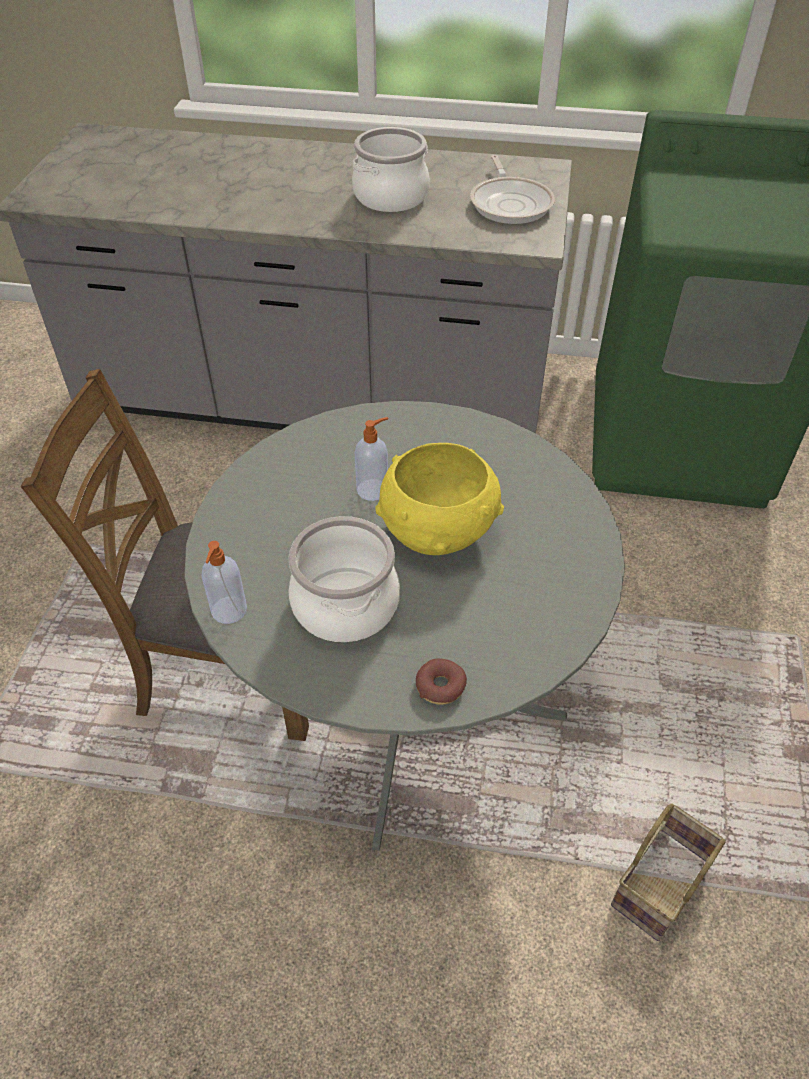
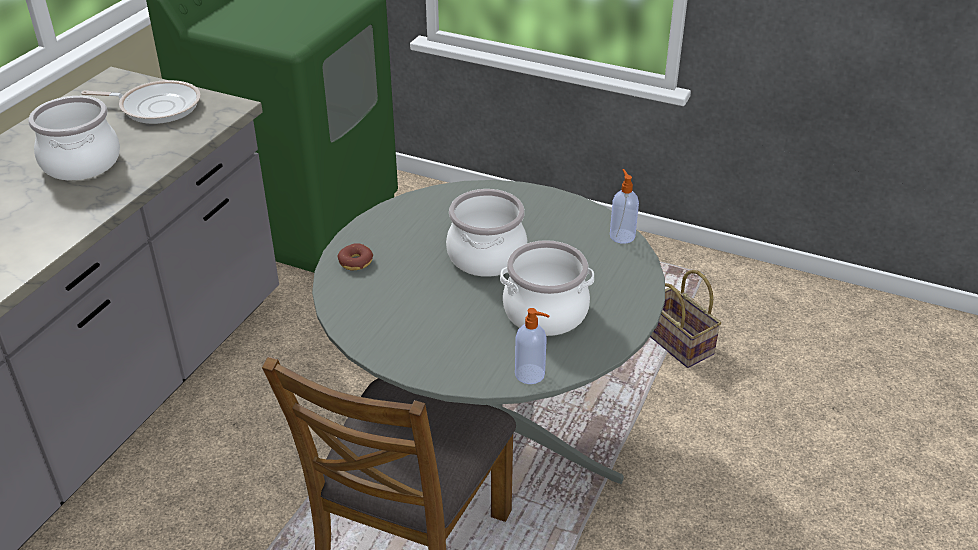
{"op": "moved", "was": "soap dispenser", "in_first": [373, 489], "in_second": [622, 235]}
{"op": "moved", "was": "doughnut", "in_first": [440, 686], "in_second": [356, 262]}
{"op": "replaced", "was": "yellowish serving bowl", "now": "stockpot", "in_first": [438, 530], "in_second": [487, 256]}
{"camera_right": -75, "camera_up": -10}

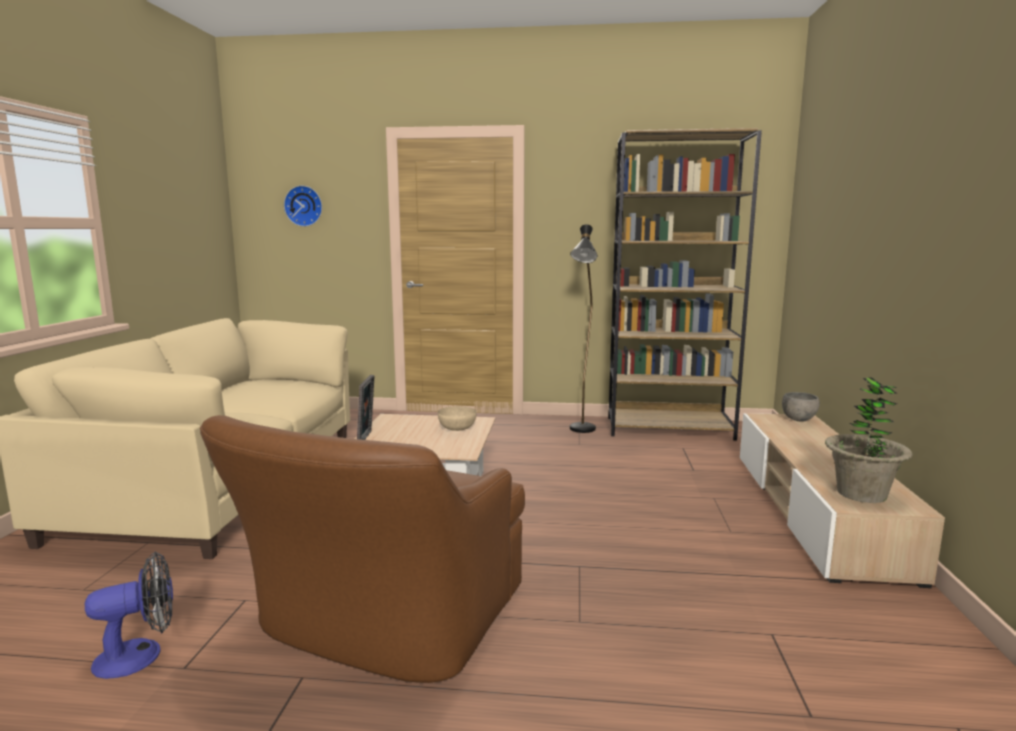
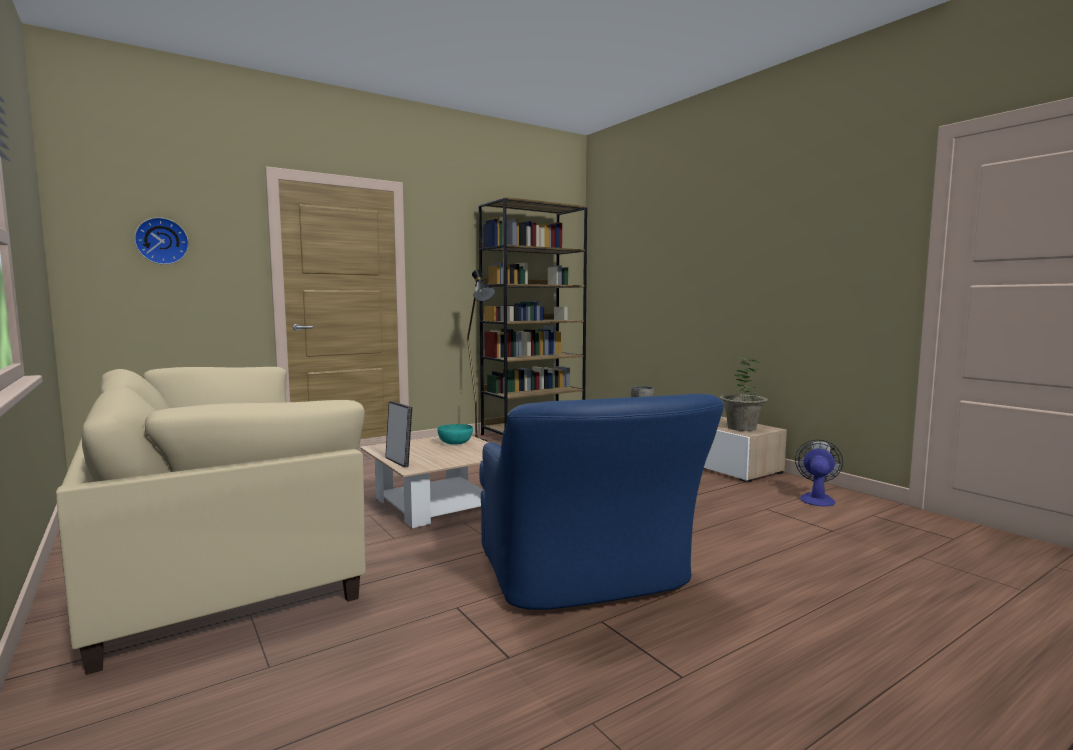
{"op": "moved", "was": "electric fan", "in_first": [140, 655], "in_second": [817, 498]}
{"op": "recoloured", "was": "brownish armchair", "now": "blue-coloured armchair", "in_first": [382, 623], "in_second": [586, 577]}
{"op": "recoloured", "was": "beige-coloured serving bowl", "now": "turquoise-coloured serving bowl", "in_first": [456, 428], "in_second": [455, 443]}
{"camera_right": -40, "camera_up": -5}

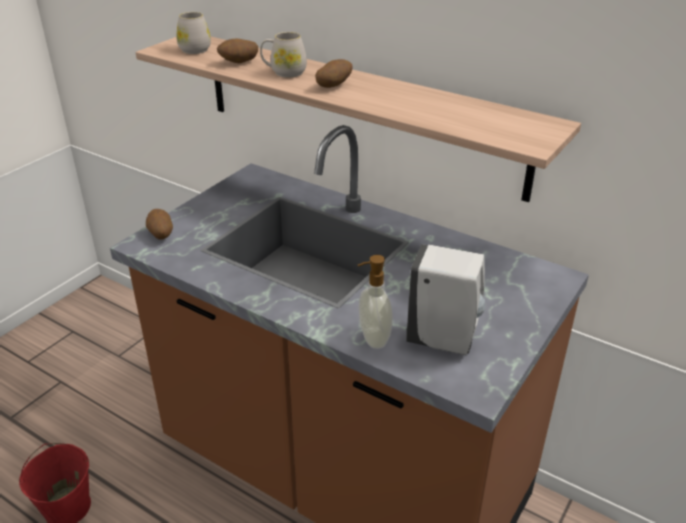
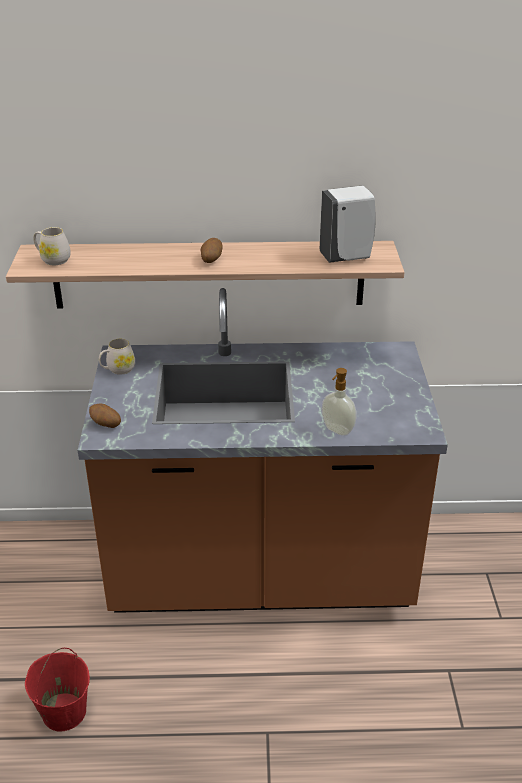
{"op": "removed", "was": "whole potato", "in_first": [239, 63]}
{"op": "moved", "was": "white tea mug", "in_first": [284, 72], "in_second": [118, 369]}
{"op": "moved", "was": "white soap dispenser", "in_first": [444, 341], "in_second": [347, 257]}
{"camera_right": -35, "camera_up": 0}

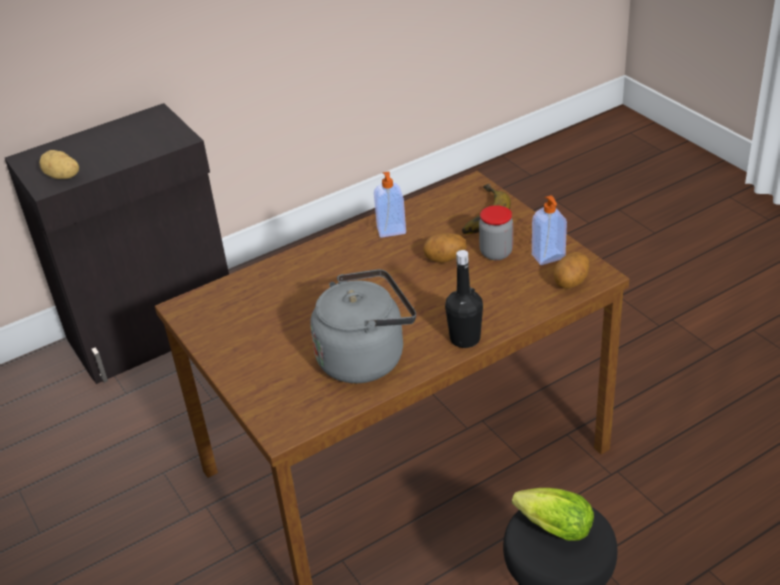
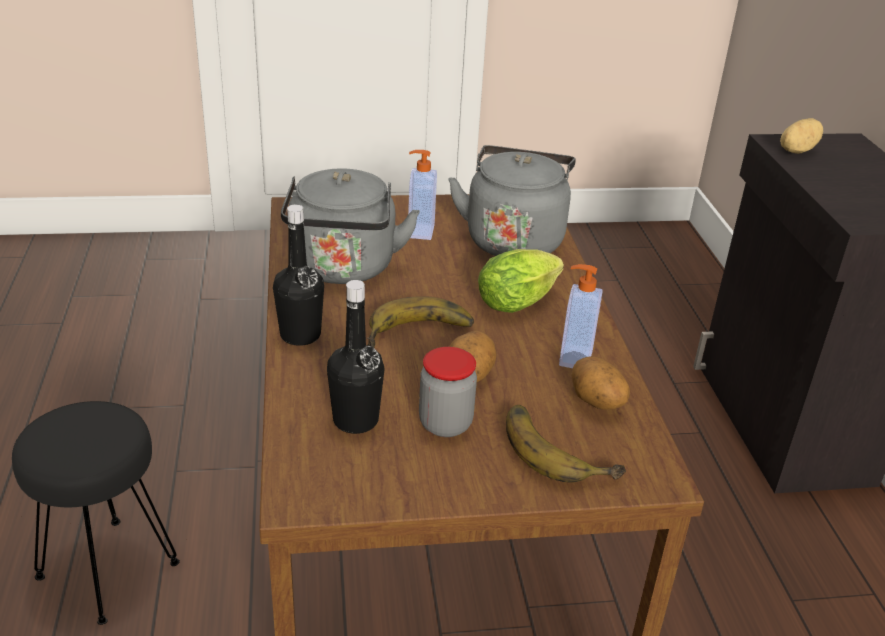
{"op": "added", "now": "black bottle", "in_second": [355, 420]}
{"op": "added", "now": "banana fruit", "in_second": [420, 336]}
{"op": "added", "now": "grey tea kettle", "in_second": [514, 239]}
{"op": "moved", "was": "head of lettuce", "in_first": [550, 527], "in_second": [520, 301]}
{"op": "moved", "was": "soap dispenser", "in_first": [548, 257], "in_second": [419, 231]}
{"op": "moved", "was": "whole potato", "in_first": [571, 282], "in_second": [595, 403]}
{"camera_right": 110, "camera_up": -5}

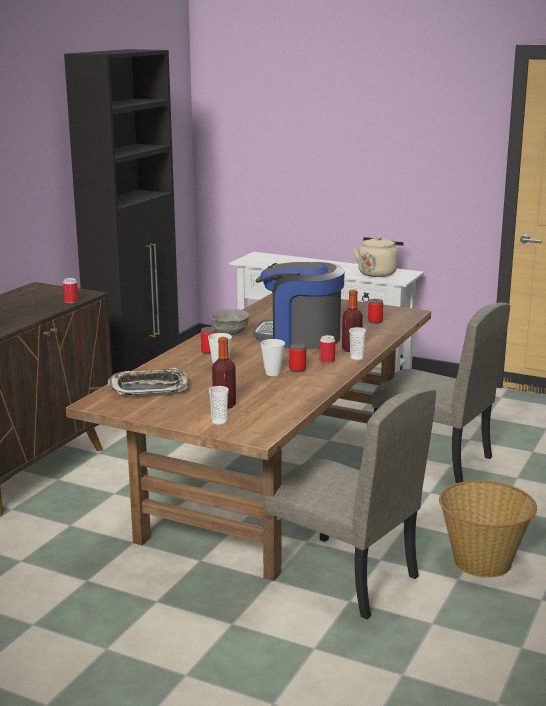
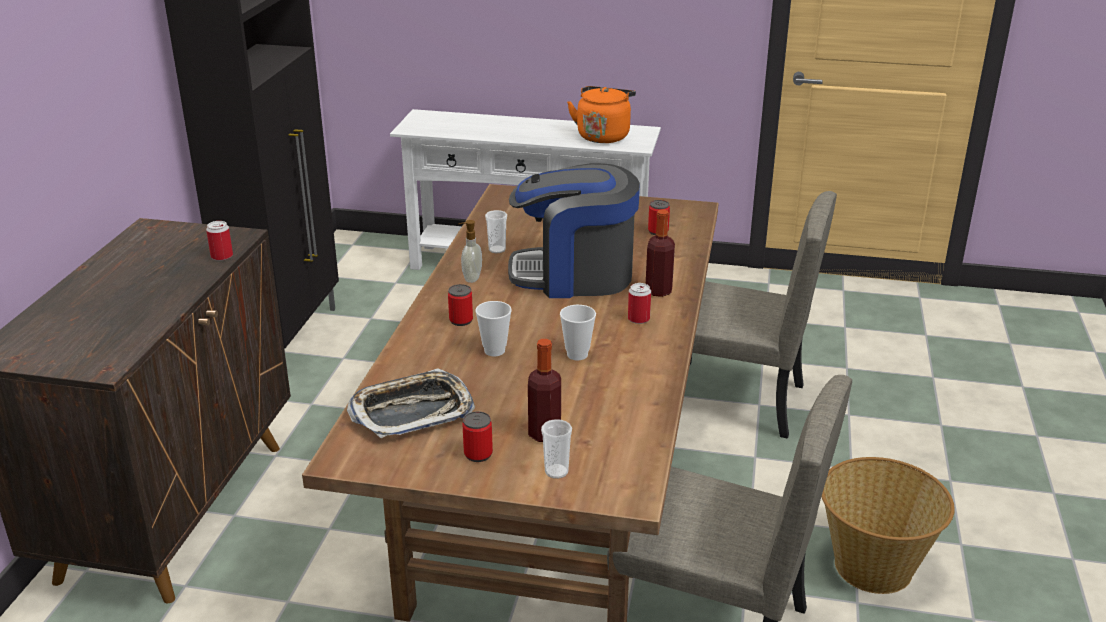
{"op": "moved", "was": "metal can", "in_first": [297, 369], "in_second": [478, 454]}
{"op": "moved", "was": "cup", "in_first": [356, 358], "in_second": [497, 250]}
{"op": "replaced", "was": "grey serving bowl", "now": "soap dispenser", "in_first": [230, 333], "in_second": [471, 278]}
{"op": "recoloured", "was": "beige-coloured tea kettle", "now": "orange-coloured tea kettle", "in_first": [378, 273], "in_second": [603, 135]}
{"camera_right": -15, "camera_up": 10}

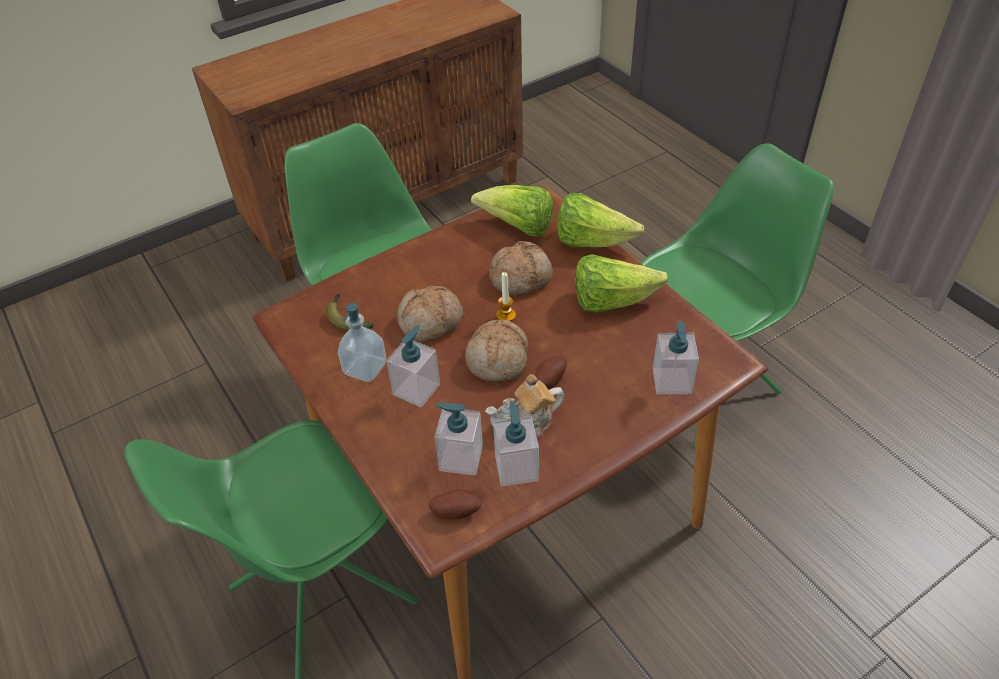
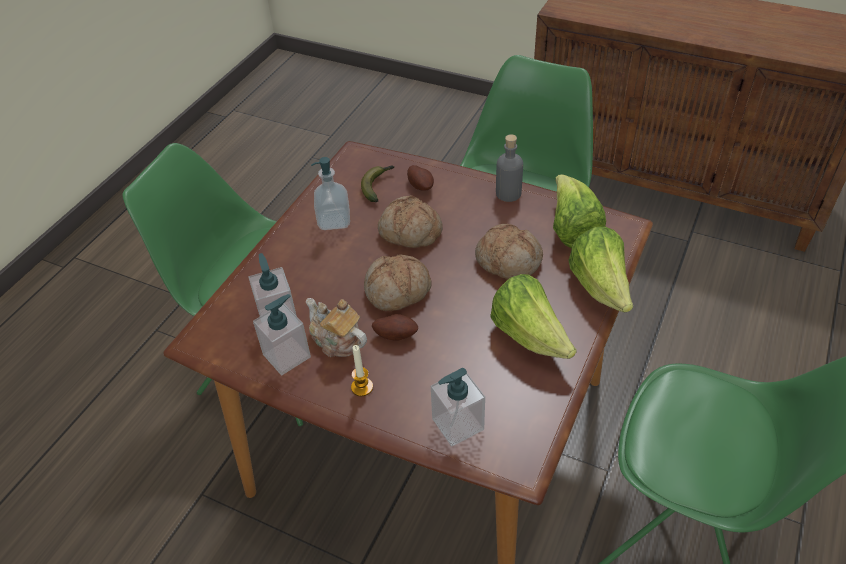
{"op": "removed", "was": "soap dispenser", "in_first": [416, 389]}
{"op": "added", "now": "grey bottle", "in_second": [508, 193]}
{"op": "moved", "was": "whole potato", "in_first": [456, 511], "in_second": [421, 186]}
{"op": "moved", "was": "wax candle", "in_first": [506, 315], "in_second": [362, 387]}
{"camera_right": 60, "camera_up": 0}

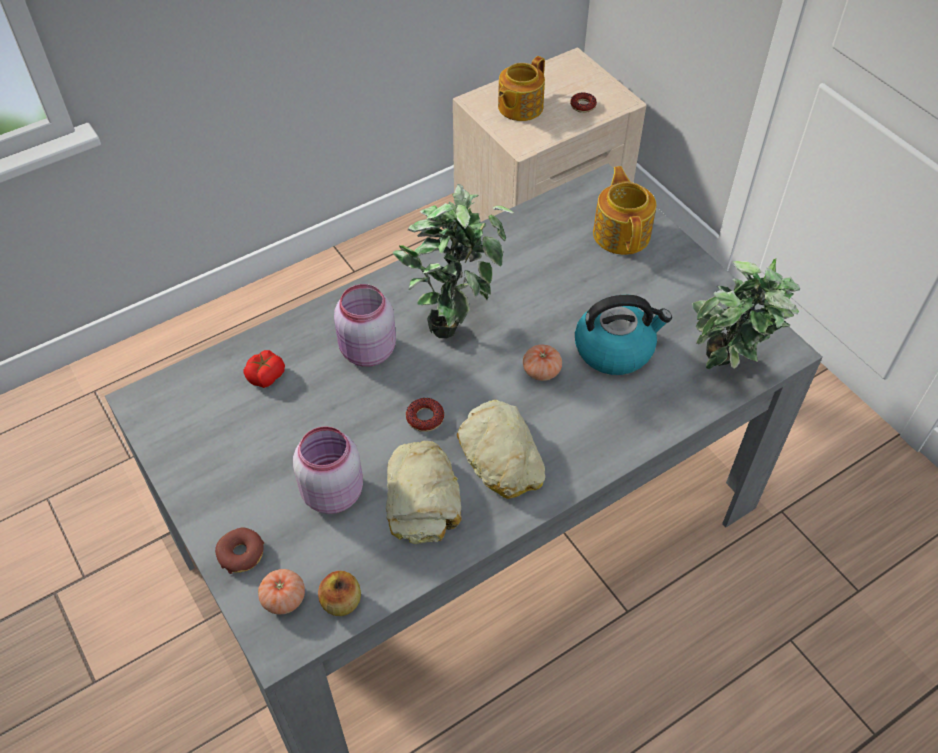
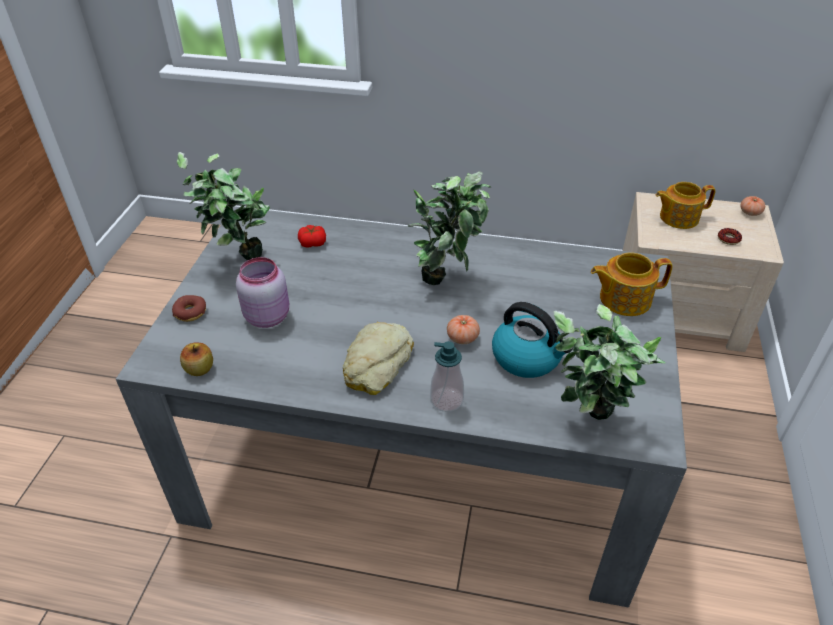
{"op": "removed", "was": "pink-coloured storage jar", "in_first": [367, 352]}
{"op": "removed", "was": "bakery bread", "in_first": [422, 498]}
{"op": "removed", "was": "doughnut", "in_first": [425, 418]}
{"op": "added", "now": "houseplant", "in_second": [239, 262]}
{"op": "added", "now": "soap dispenser", "in_second": [446, 400]}
{"op": "moved", "was": "whole tomato", "in_first": [284, 598], "in_second": [750, 212]}
{"op": "turned", "was": "tea pot", "in_first": [622, 233], "in_second": [623, 299], "clockwise": -135}
{"camera_right": 45, "camera_up": -10}

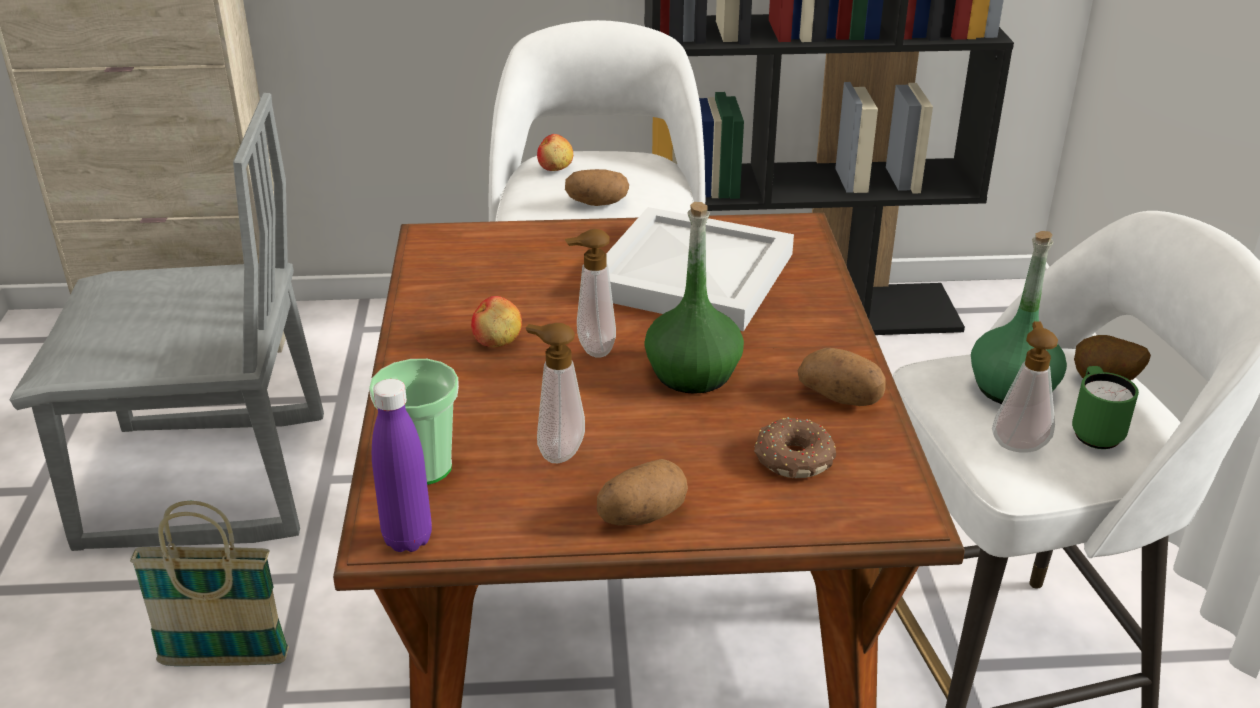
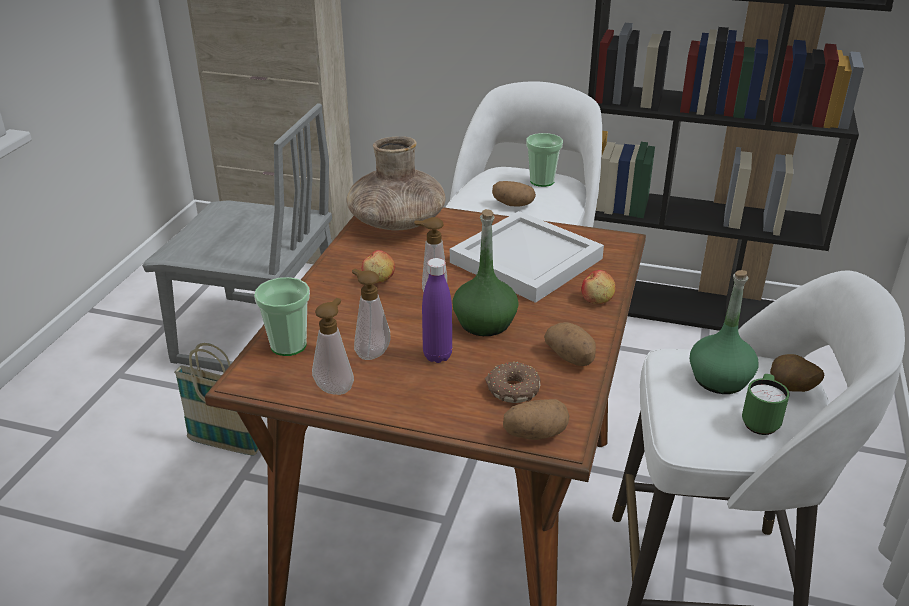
{"op": "added", "now": "brownish vase", "in_second": [396, 223]}
{"op": "added", "now": "cup", "in_second": [542, 181]}
{"op": "moved", "was": "purple-coloured bottle", "in_first": [407, 539], "in_second": [437, 356]}
{"op": "moved", "was": "apple", "in_first": [556, 168], "in_second": [597, 300]}
{"op": "moved", "was": "whole potato", "in_first": [642, 515], "in_second": [535, 434]}
{"op": "moved", "was": "soap dispenser", "in_first": [1018, 443], "in_second": [336, 387]}
{"camera_right": 20, "camera_up": 0}

